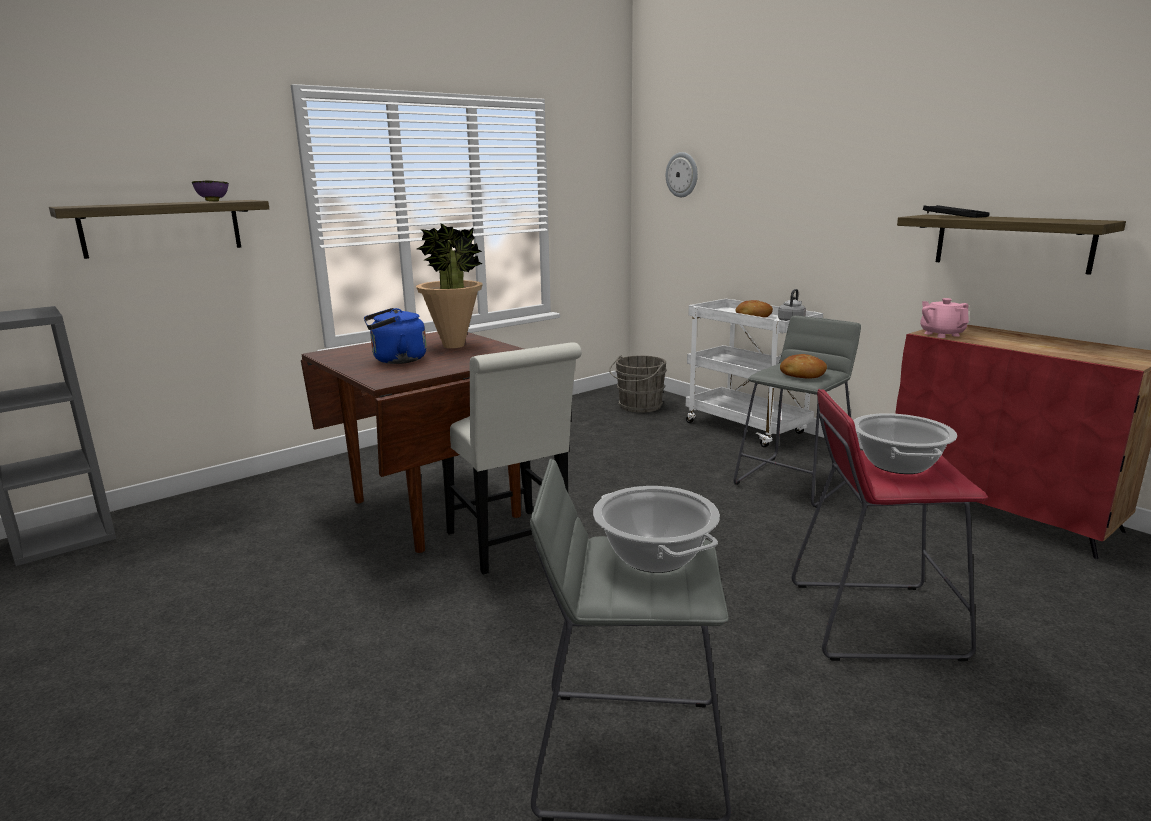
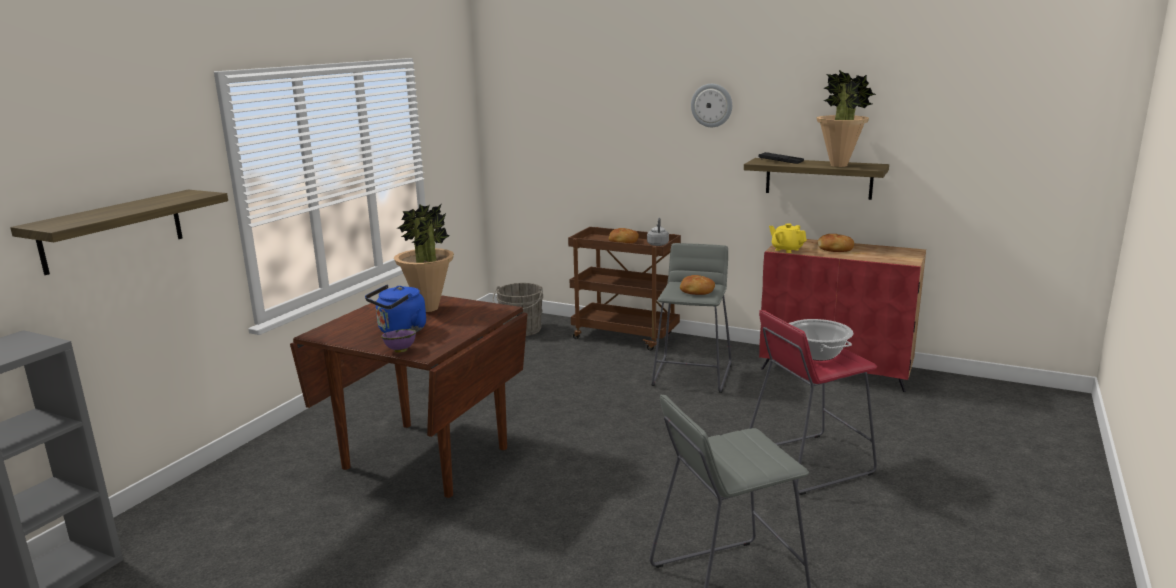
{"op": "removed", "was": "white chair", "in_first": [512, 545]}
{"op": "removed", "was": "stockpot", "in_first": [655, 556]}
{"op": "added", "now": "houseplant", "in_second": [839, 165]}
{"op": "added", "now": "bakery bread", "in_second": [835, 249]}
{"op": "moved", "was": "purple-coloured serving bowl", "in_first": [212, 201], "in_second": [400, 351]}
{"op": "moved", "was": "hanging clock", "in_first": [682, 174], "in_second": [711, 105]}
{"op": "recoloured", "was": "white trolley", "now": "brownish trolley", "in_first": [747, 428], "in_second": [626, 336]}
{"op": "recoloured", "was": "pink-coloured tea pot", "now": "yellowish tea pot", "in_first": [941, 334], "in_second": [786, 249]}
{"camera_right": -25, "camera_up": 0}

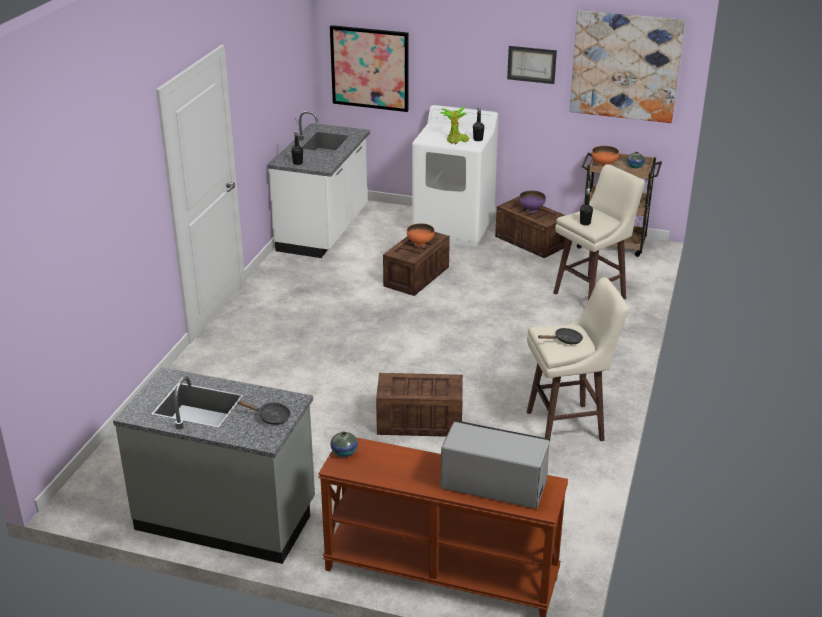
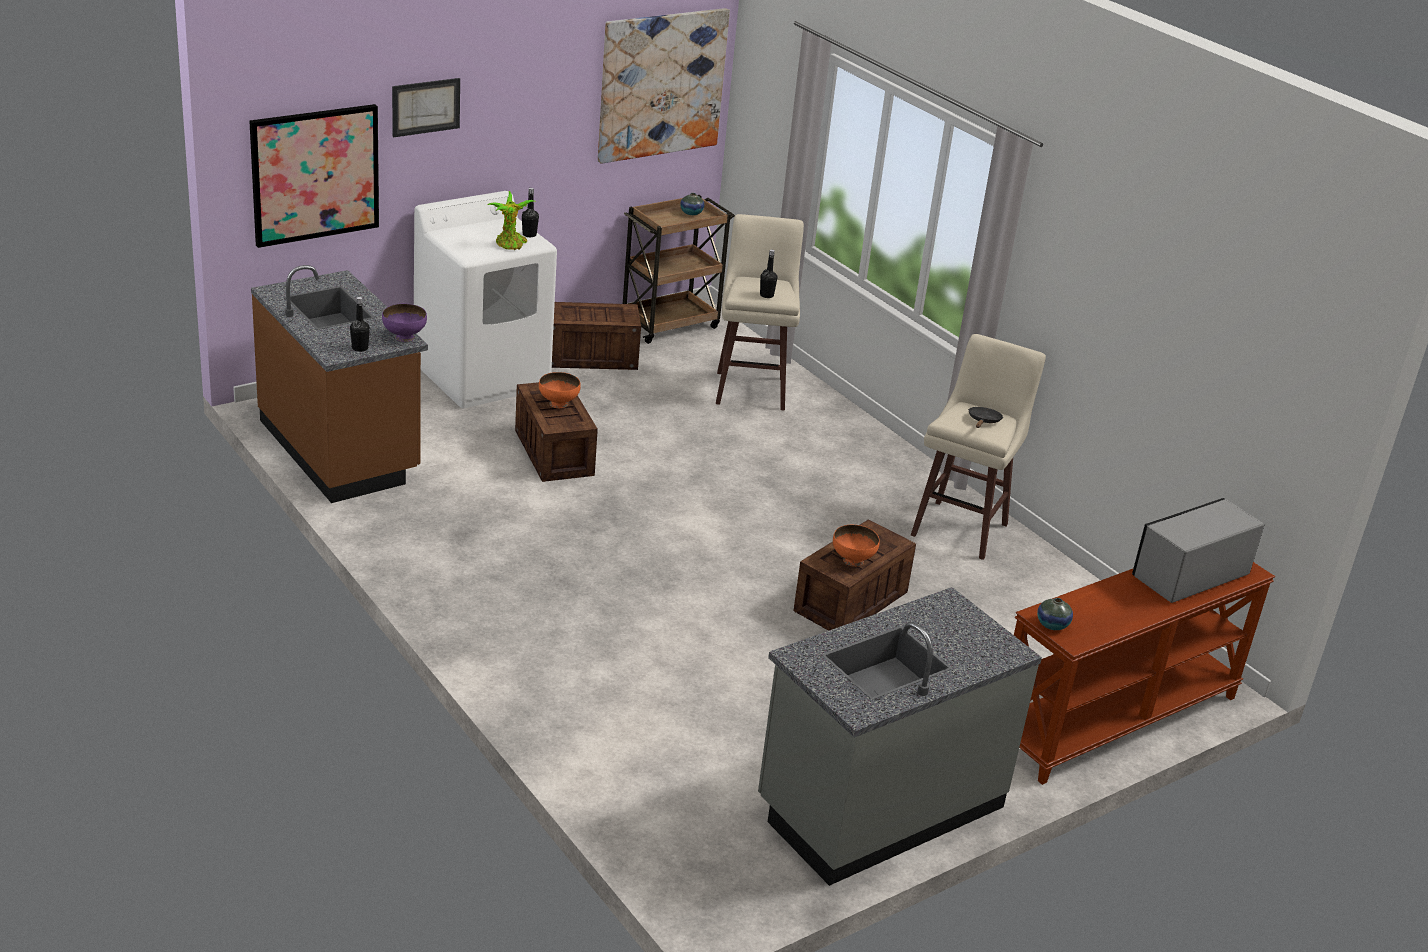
{"op": "removed", "was": "black skillet", "in_first": [270, 417]}
{"op": "moved", "was": "wall picture", "in_first": [531, 64], "in_second": [425, 107]}
{"op": "moved", "was": "purple-coloured serving bowl", "in_first": [531, 210], "in_second": [404, 337]}
{"op": "moved", "was": "orange-coloured serving bowl", "in_first": [604, 166], "in_second": [852, 560]}
{"op": "recoloured", "was": "white kitchen counter", "now": "brownish kitchen counter", "in_first": [324, 231], "in_second": [341, 449]}
{"camera_right": -55, "camera_up": 0}

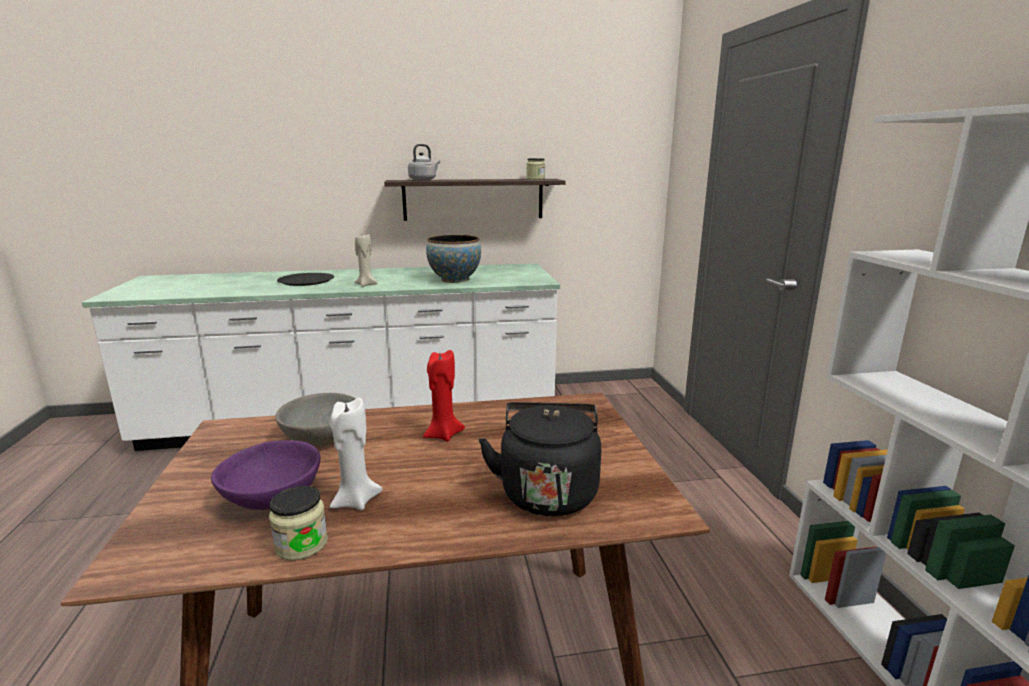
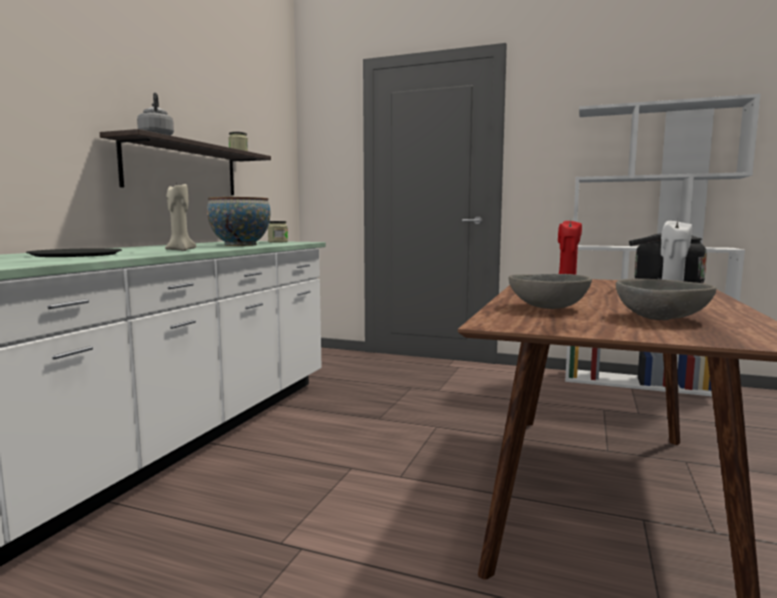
{"op": "moved", "was": "storage jar", "in_first": [301, 544], "in_second": [278, 242]}
{"op": "recoloured", "was": "purple-coloured serving bowl", "now": "grey serving bowl", "in_first": [271, 498], "in_second": [660, 318]}
{"camera_right": -60, "camera_up": -10}

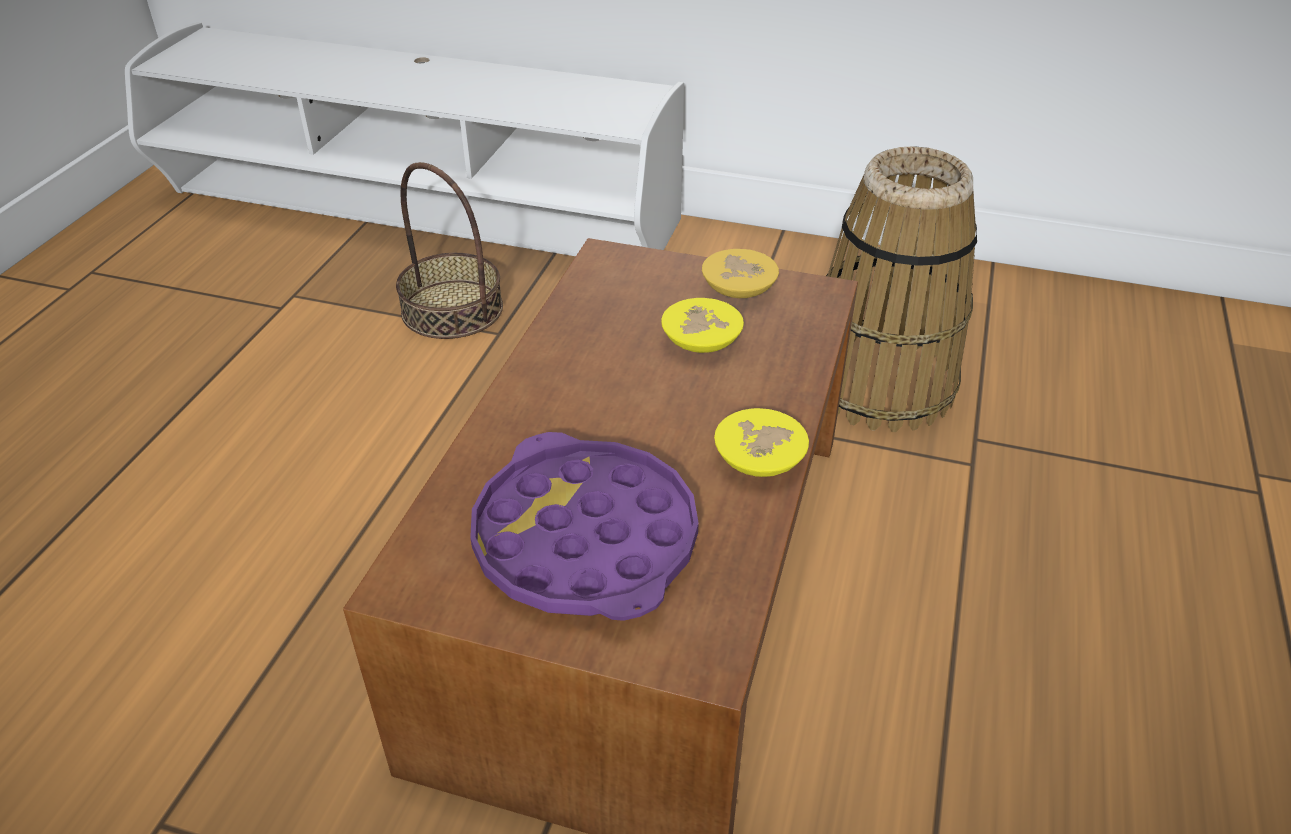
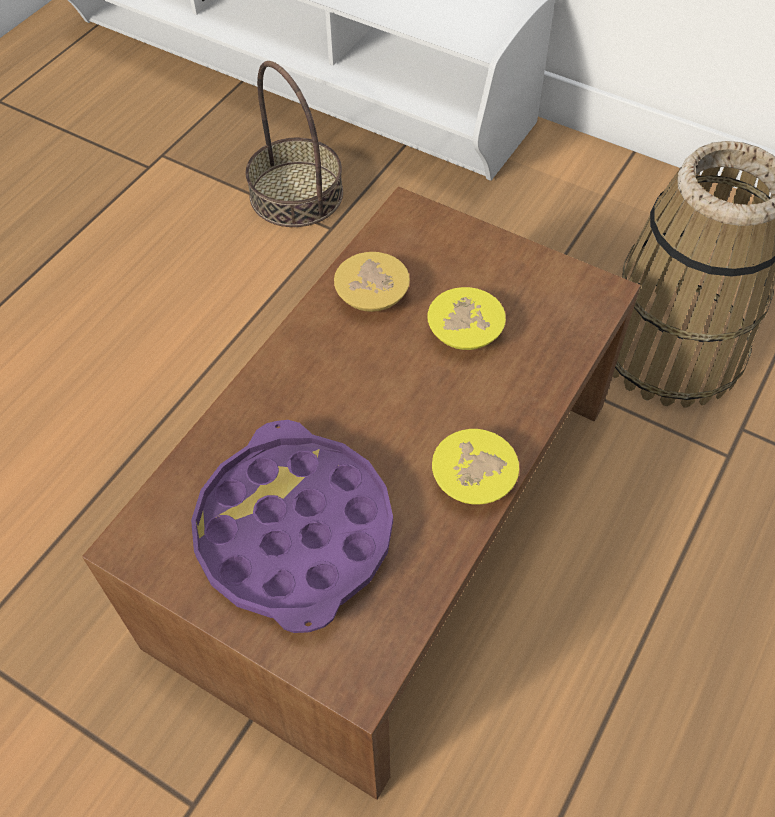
{"op": "moved", "was": "yellowish serving bowl", "in_first": [737, 287], "in_second": [372, 292]}
{"camera_right": 15, "camera_up": 15}

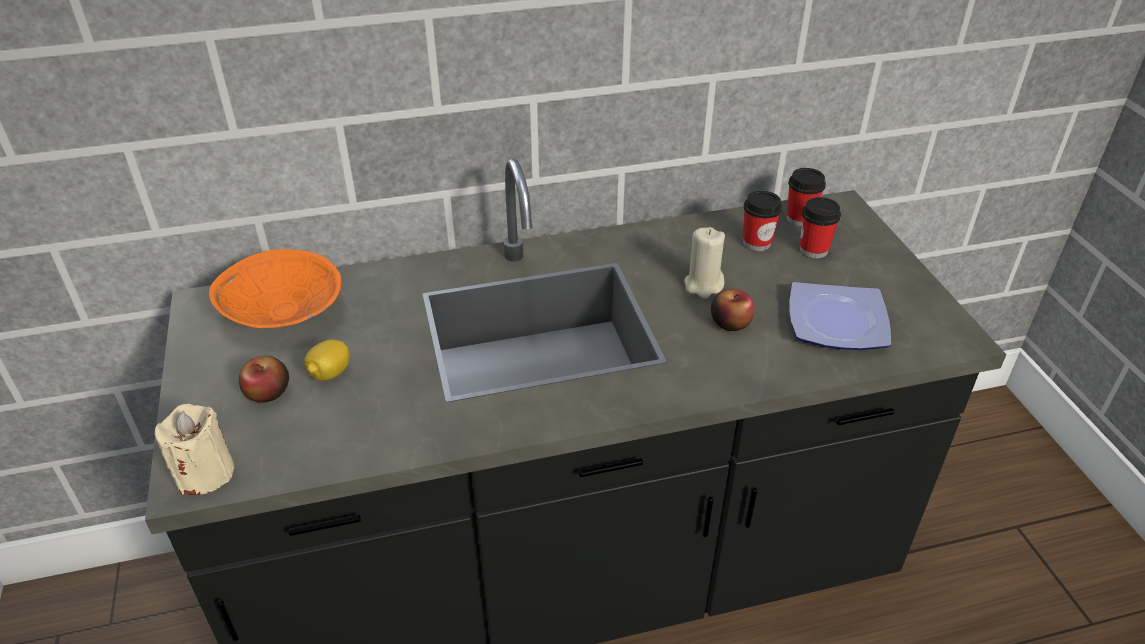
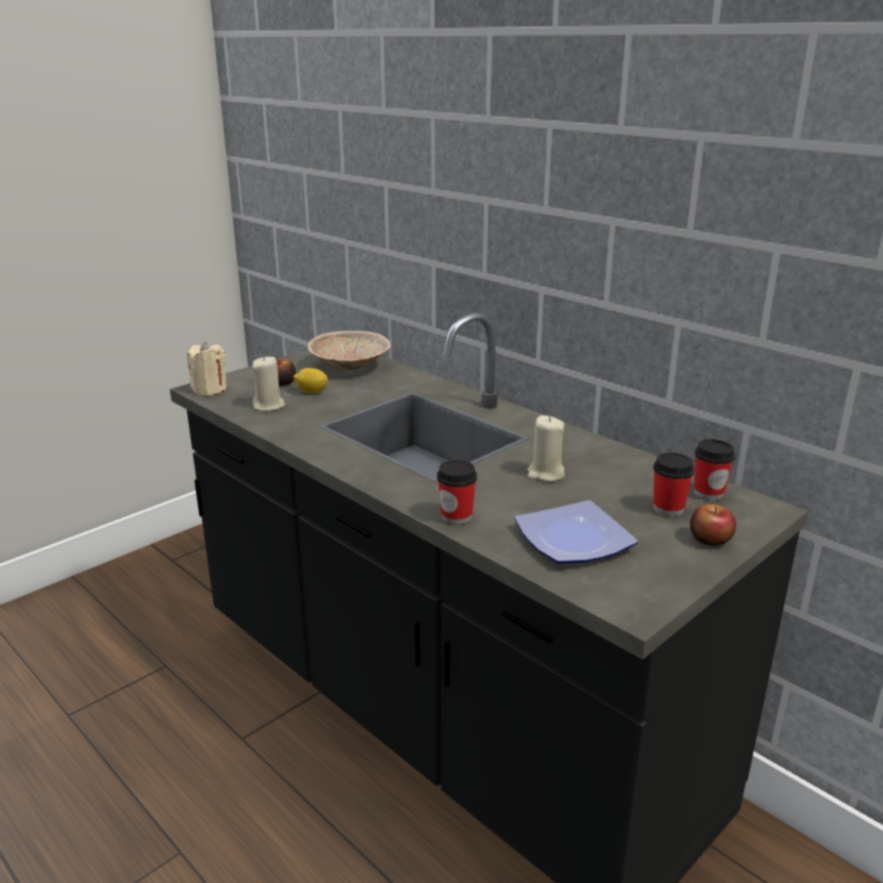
{"op": "added", "now": "beige-coloured wax candle", "in_second": [269, 406]}
{"op": "moved", "was": "apple", "in_first": [730, 322], "in_second": [710, 539]}
{"op": "moved", "was": "cup", "in_first": [757, 243], "in_second": [456, 517]}
{"op": "recoloured", "was": "orange-coloured serving bowl", "now": "beige-coloured serving bowl", "in_first": [285, 314], "in_second": [350, 367]}
{"camera_right": 60, "camera_up": -15}

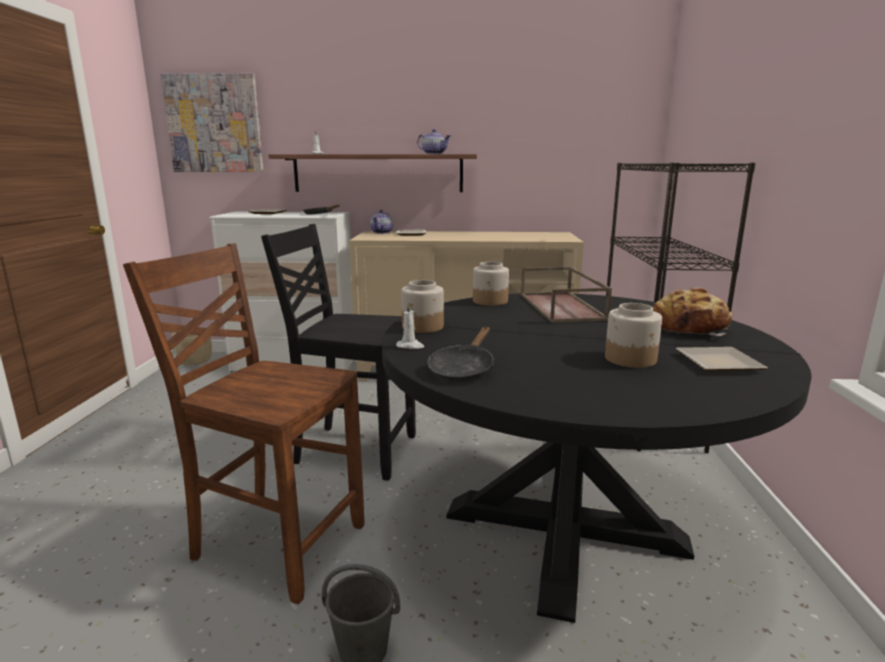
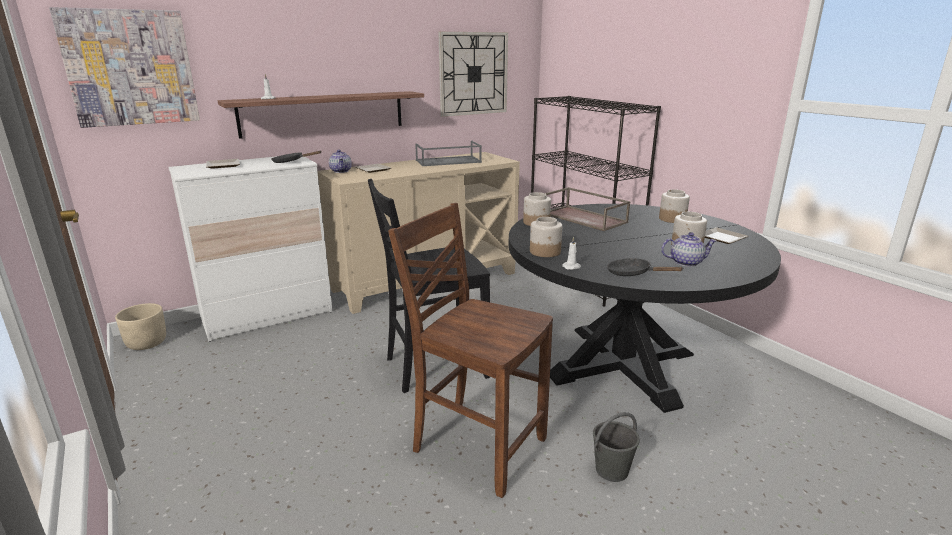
{"op": "added", "now": "grey carrying tray", "in_second": [447, 161]}
{"op": "added", "now": "hanging clock", "in_second": [473, 74]}
{"op": "moved", "was": "tea pot", "in_first": [434, 154], "in_second": [686, 262]}
{"op": "replaced", "was": "bakery bread", "now": "storage jar", "in_first": [690, 328], "in_second": [672, 219]}
{"op": "turned", "was": "brownish chair", "in_first": [276, 542], "in_second": [477, 445], "clockwise": 45}
{"op": "turned", "was": "black skillet", "in_first": [463, 370], "in_second": [633, 274], "clockwise": 135}
{"camera_right": -35, "camera_up": 5}

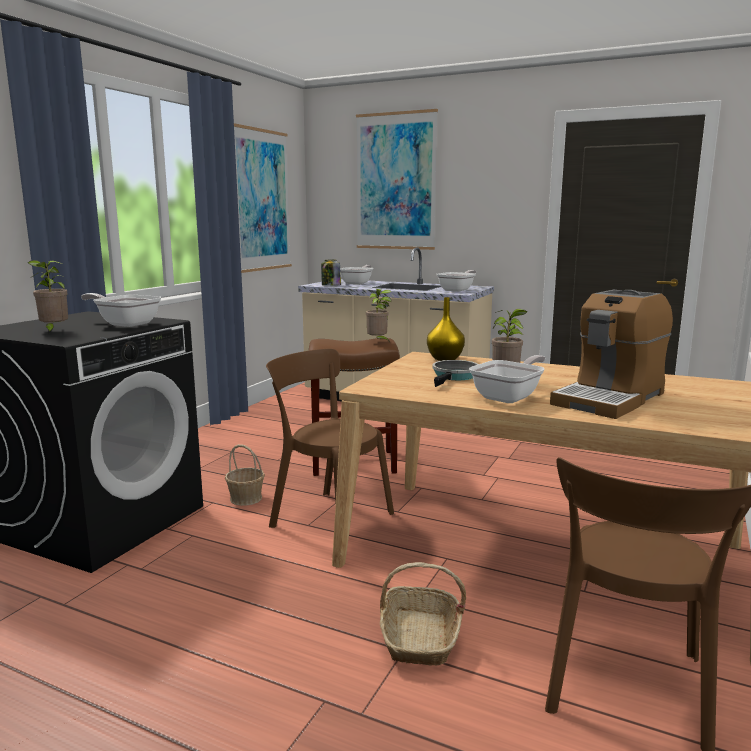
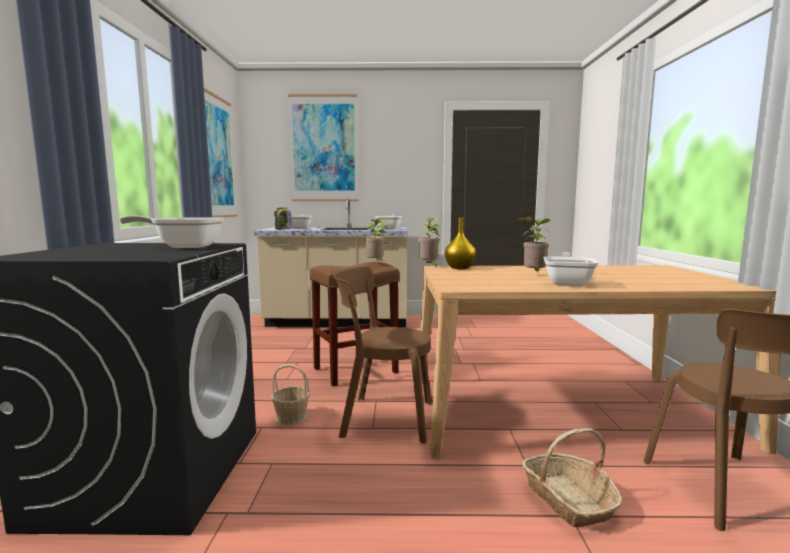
{"op": "removed", "was": "skillet", "in_first": [454, 376]}
{"op": "removed", "was": "coffee maker", "in_first": [609, 398]}
{"op": "moved", "was": "houseplant", "in_first": [54, 331], "in_second": [429, 266]}
{"camera_right": -25, "camera_up": -5}

